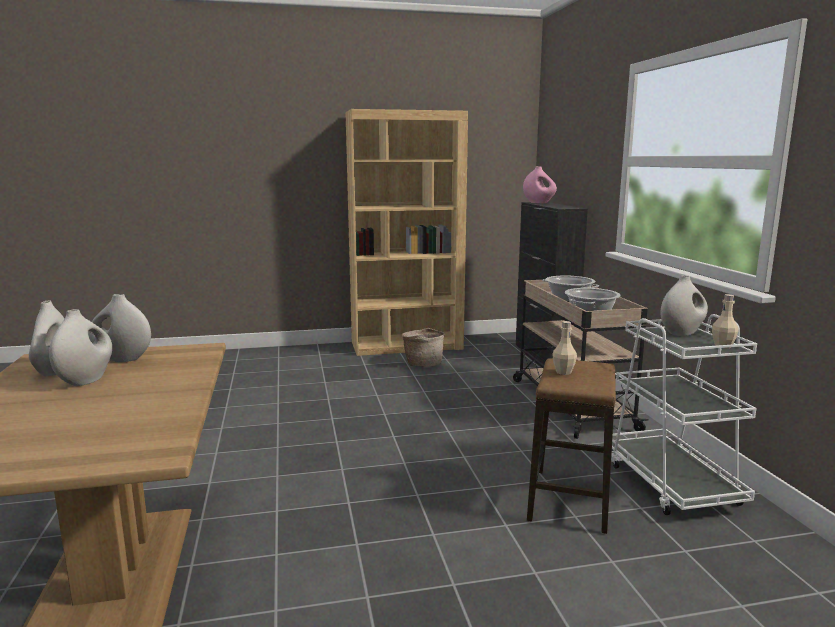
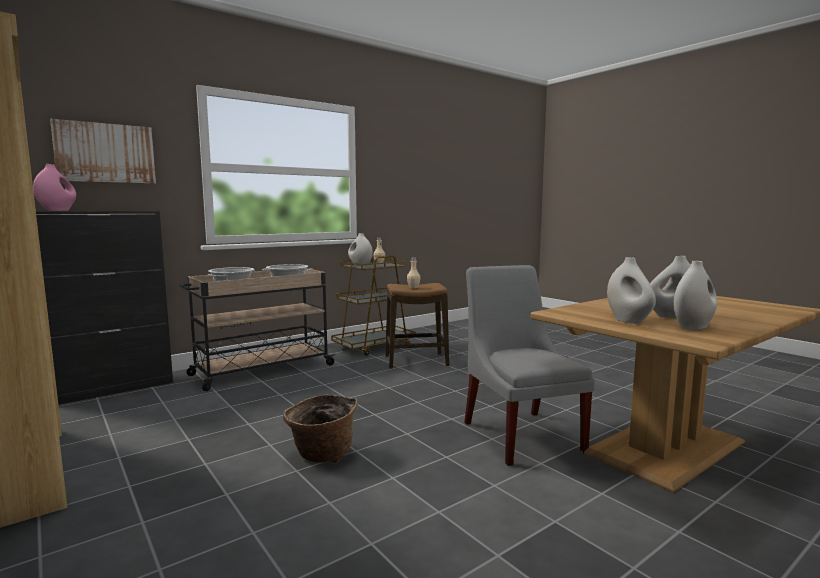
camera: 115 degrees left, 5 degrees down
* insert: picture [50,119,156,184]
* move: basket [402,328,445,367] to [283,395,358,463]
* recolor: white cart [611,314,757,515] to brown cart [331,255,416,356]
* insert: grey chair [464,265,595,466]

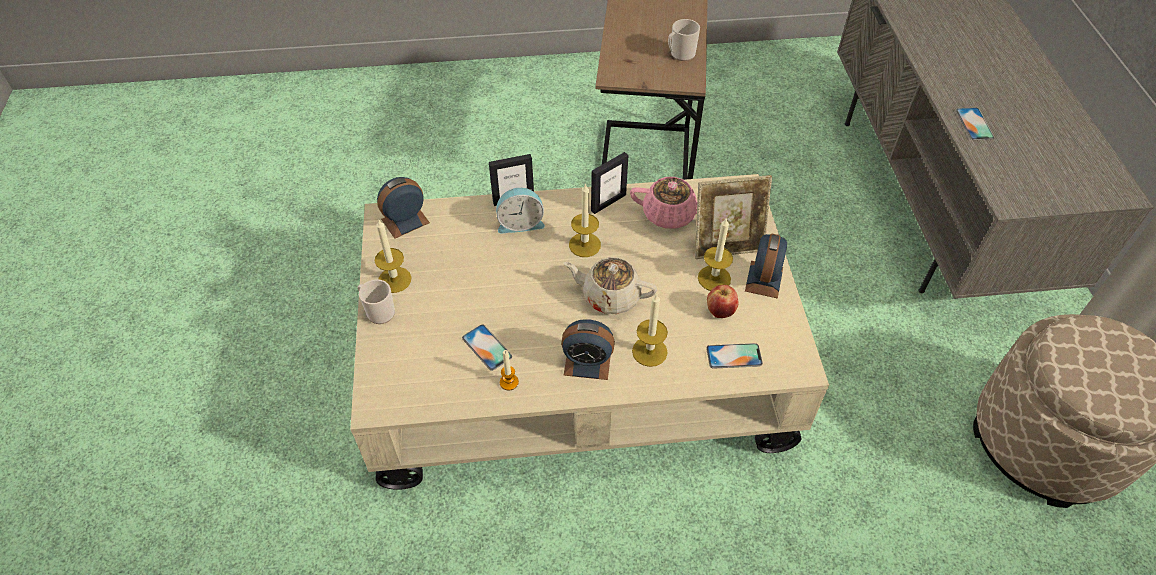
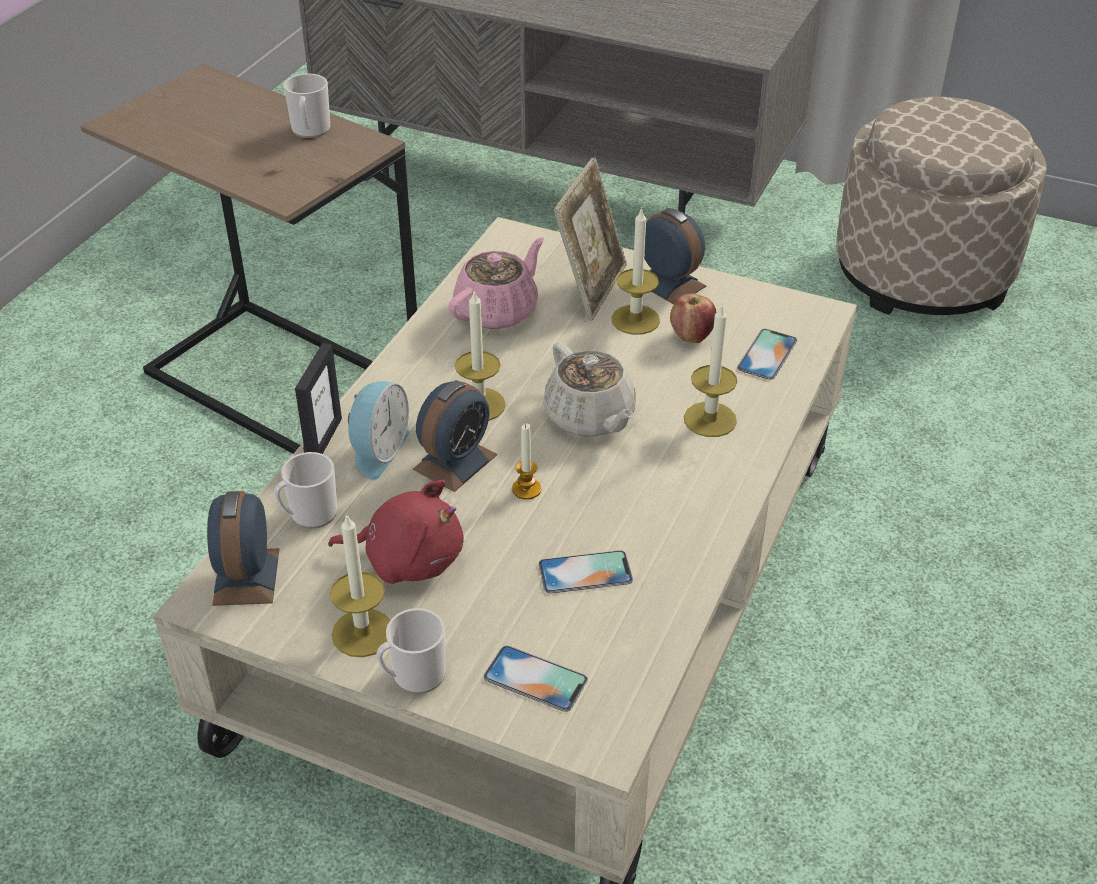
camera: 60 degrees left, 10 degrees down
* insert: mug [274,452,337,529]
* insert: red plush toy [328,480,464,584]
* move: alarm clock [561,319,615,380] to [413,380,497,492]
* move: phone [956,108,994,140] to [484,646,588,712]
* move: candle [500,350,519,391] to [512,423,541,500]
* rotate: beige teapot [563,257,657,314] = [543,342,636,437] 75 degrees counterclockwise
* delete: picture frame [591,152,628,214]

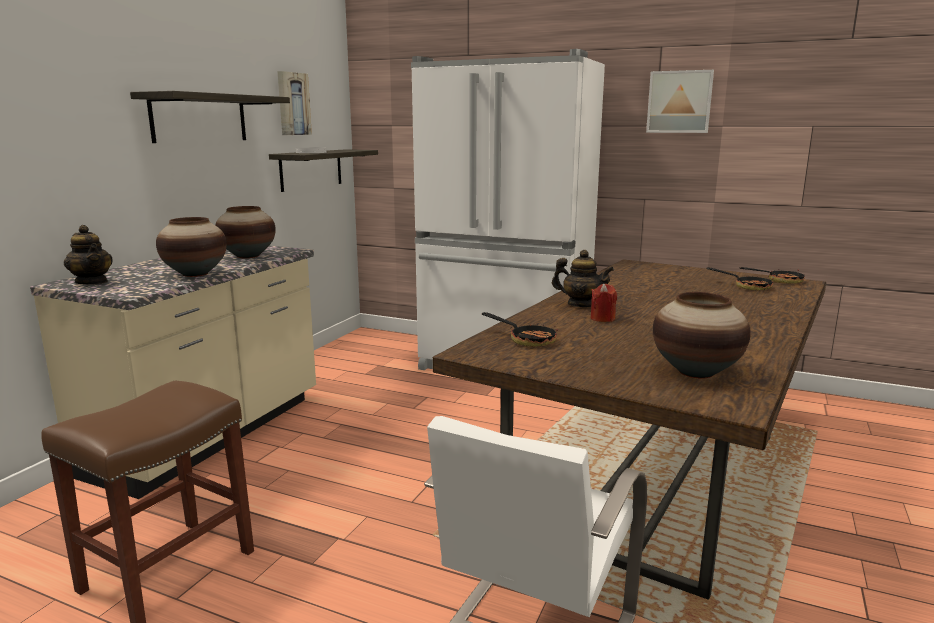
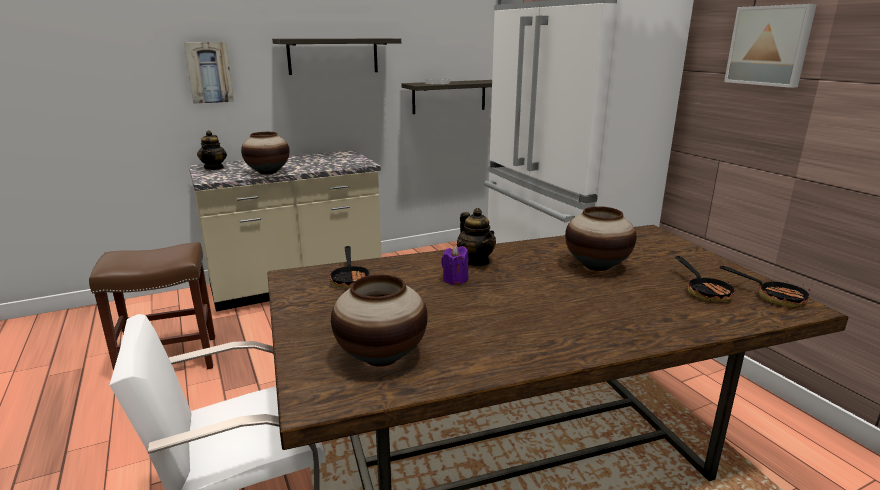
camera: 40 degrees right, 5 degrees up
* move: picture [277,71,312,135] to [184,42,234,104]
* recolor: red candle [591,283,617,322] to purple candle [441,246,469,285]
* move: vase [215,206,276,258] to [565,206,637,271]

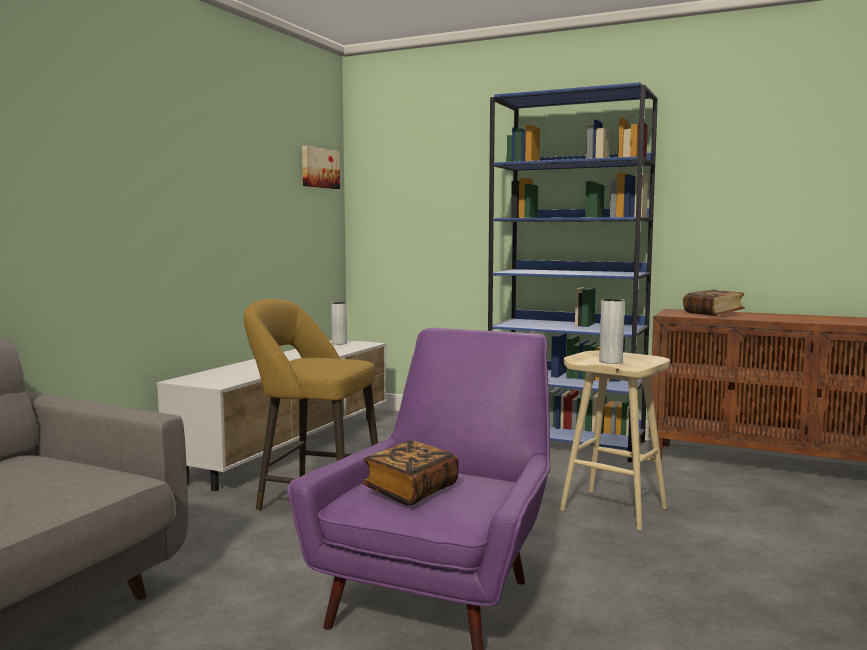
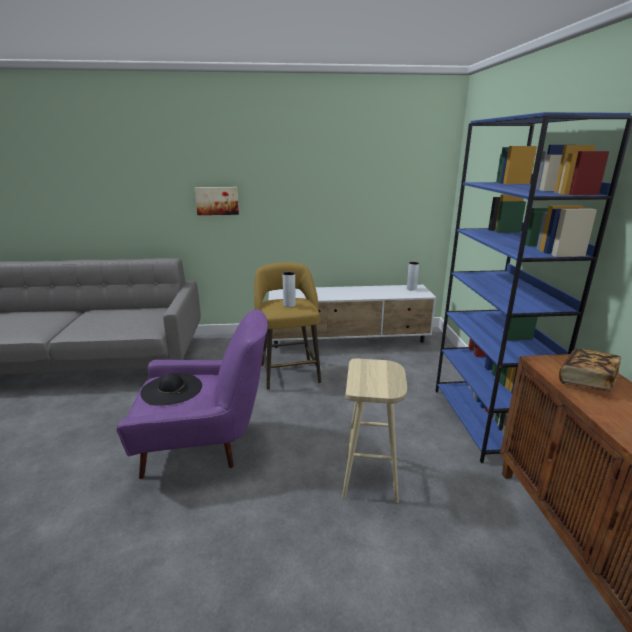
camera: 60 degrees right, 15 degrees up
* replace: book [362,441,459,505] to black hat [140,373,202,406]
* move: picture [302,146,340,189] to [195,187,239,215]
* move: grey vase [599,299,625,364] to [283,272,296,307]

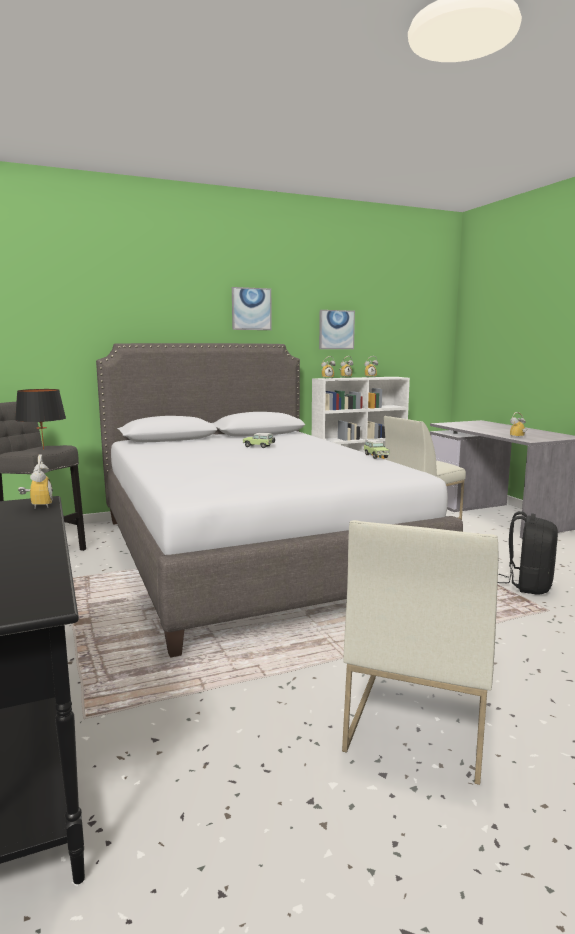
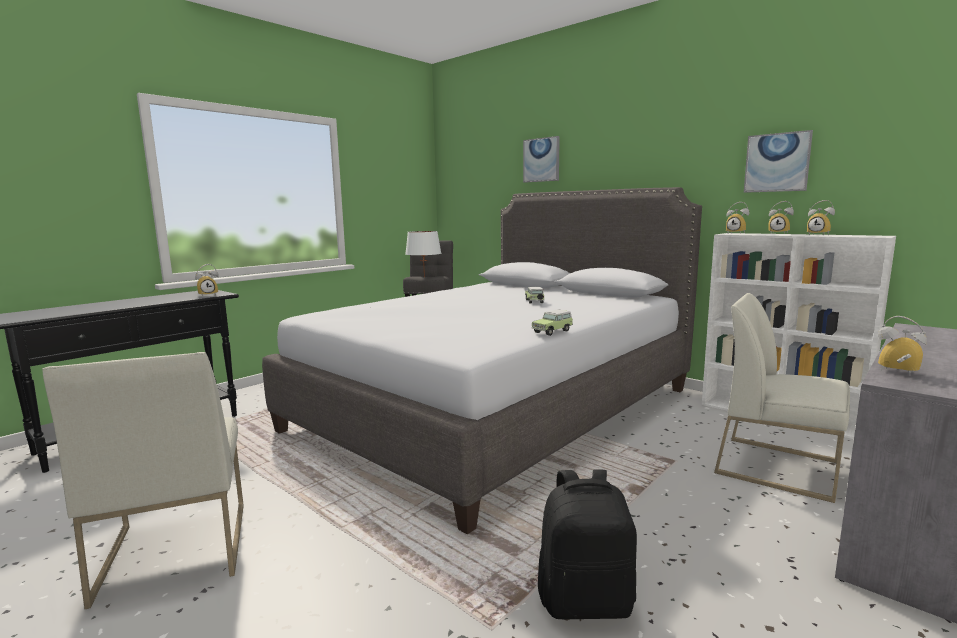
camera: 65 degrees right, 0 degrees up
* rotate: white chair [342,520,498,785] = [42,352,244,609] 105 degrees counterclockwise
* recolor: black table lamp [15,389,66,450] to white table lamp [406,231,441,277]
* move: picture [232,287,272,330] to [523,136,560,183]

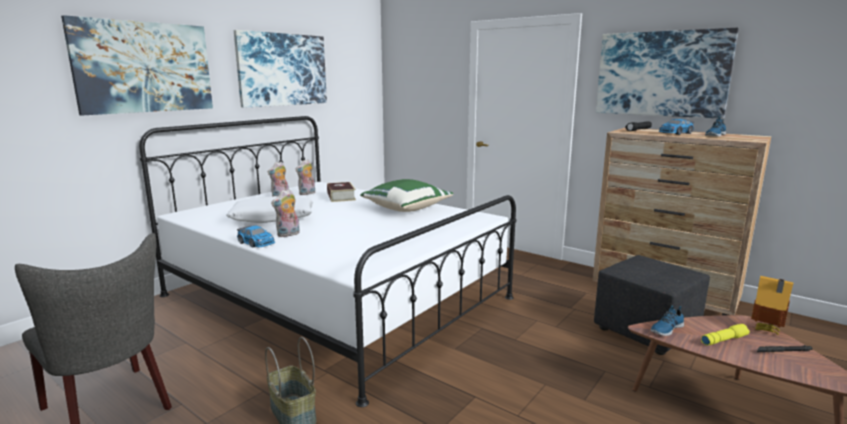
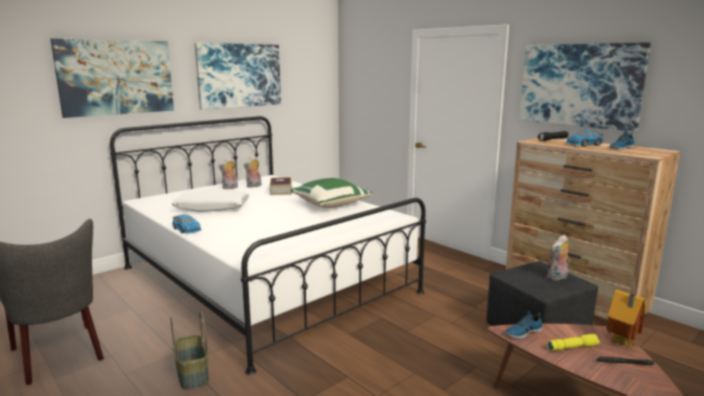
camera: 10 degrees right, 0 degrees up
* move: plush toy [271,189,300,237] to [547,234,570,280]

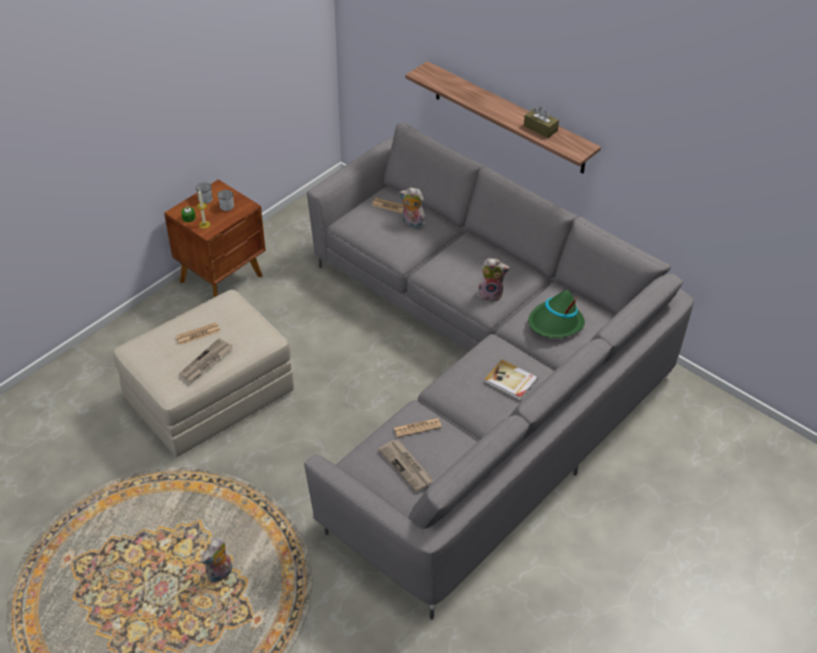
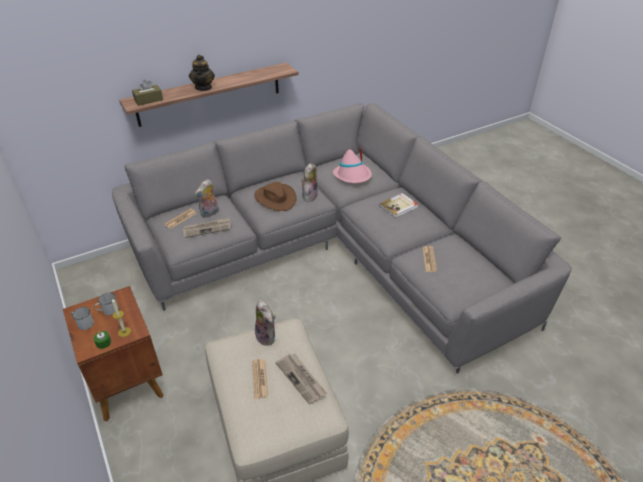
camera: 70 degrees left, 5 degrees down
* move: brown tissue box [524,107,559,138] to [132,80,163,106]
* move: newspaper [378,440,434,492] to [183,217,231,238]
* insert: teapot [189,55,215,91]
* insert: brown hat [254,182,297,211]
* move: plush toy [201,538,233,583] to [255,300,276,346]
* recolor: green hat [528,290,585,338] to pink hat [333,145,372,183]

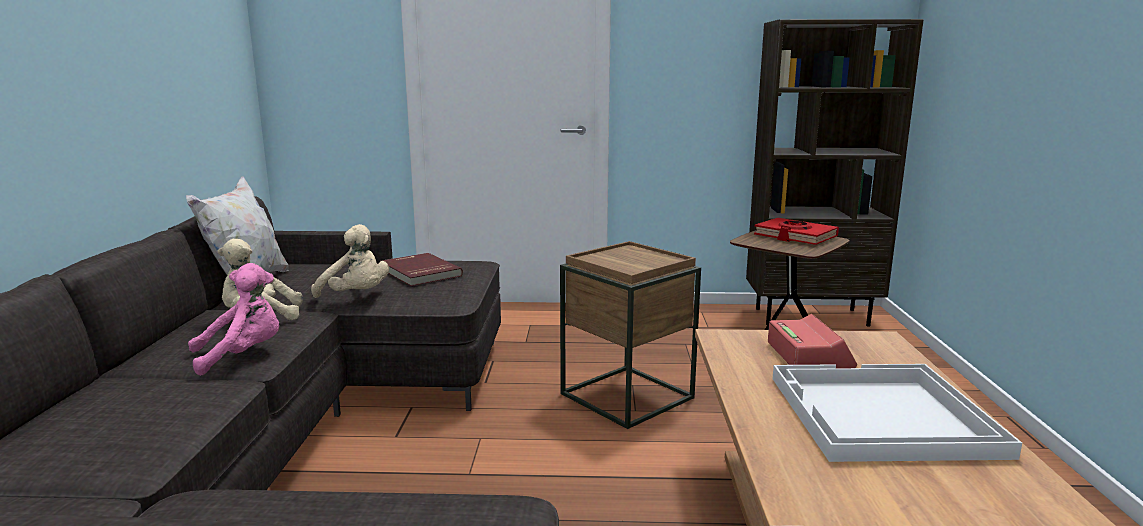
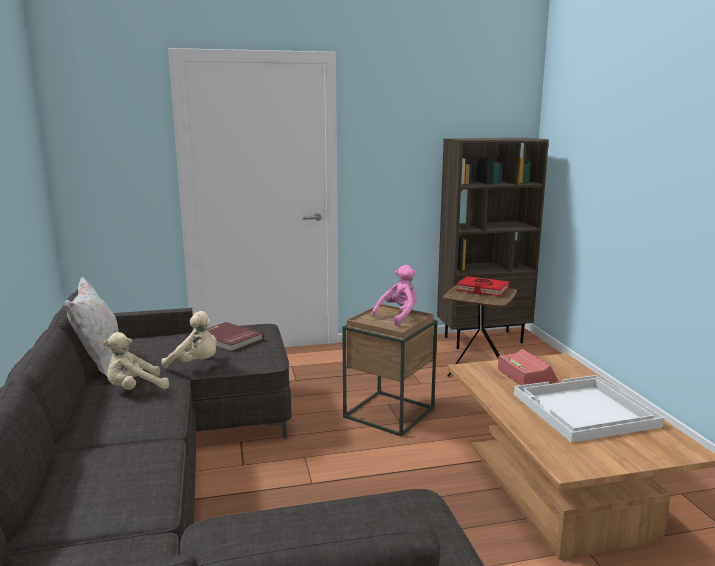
camera: 15 degrees left, 0 degrees up
* move: pink plush toy [188,263,279,376] to [371,265,417,326]

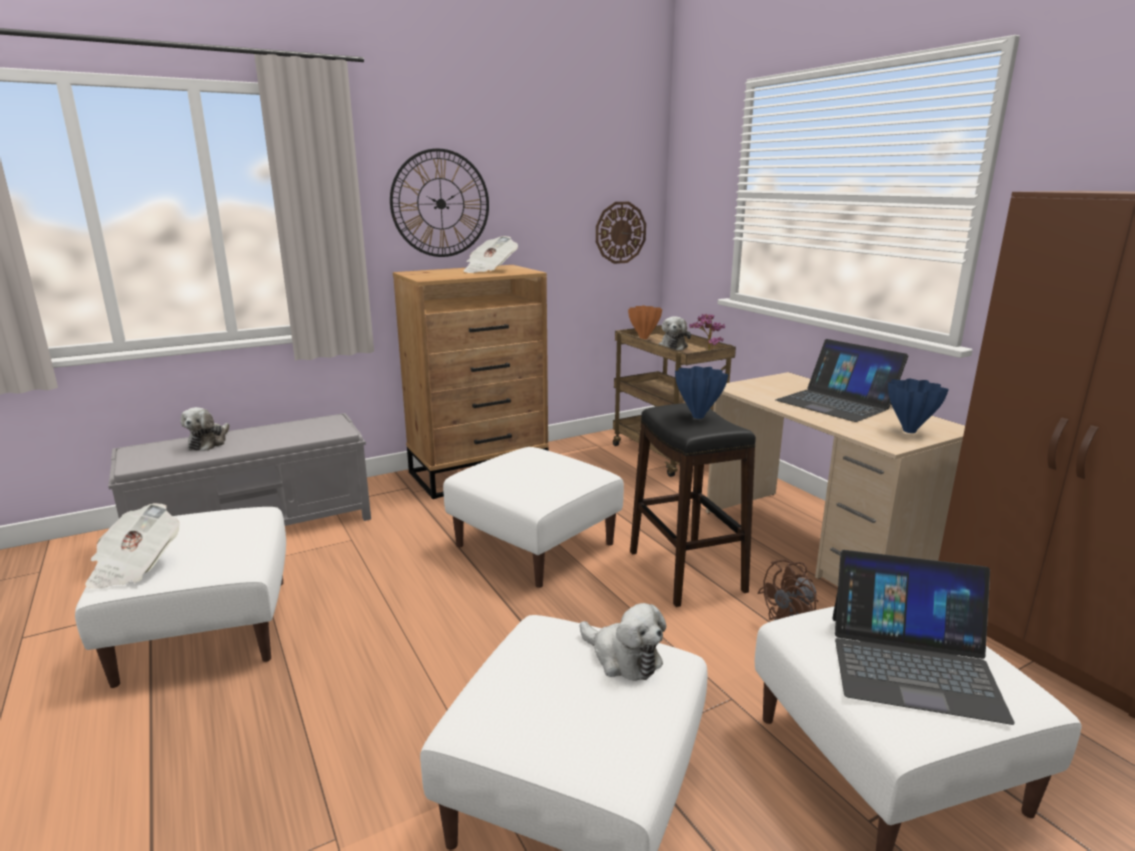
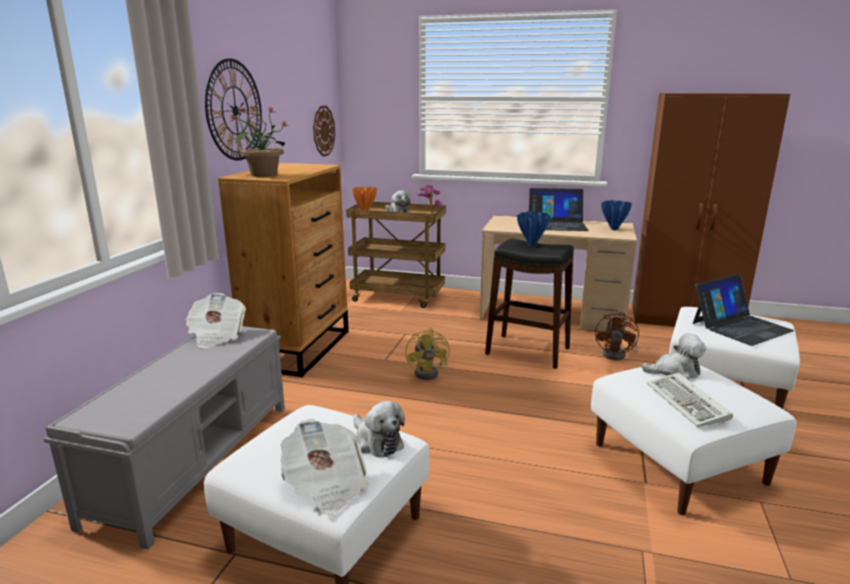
camera: 45 degrees left, 0 degrees up
* move: newspaper [463,236,518,273] to [185,293,246,348]
* insert: potted plant [229,105,289,177]
* move: plush toy [181,407,230,451] to [353,401,405,457]
* replace: white ottoman [443,447,624,588] to yellow fan [405,328,450,380]
* insert: keyboard [647,372,733,427]

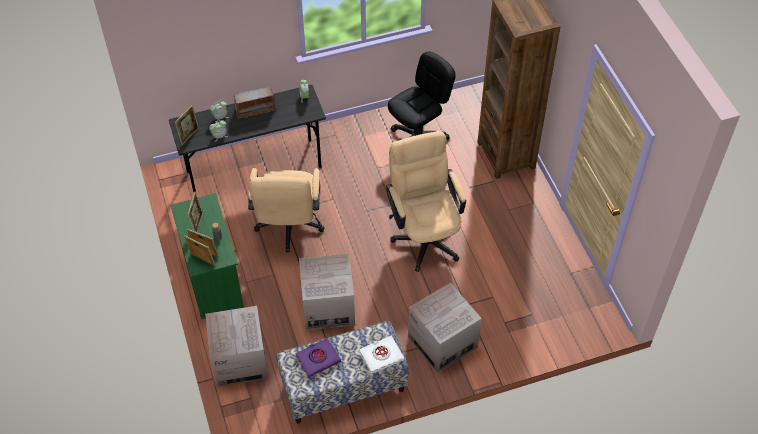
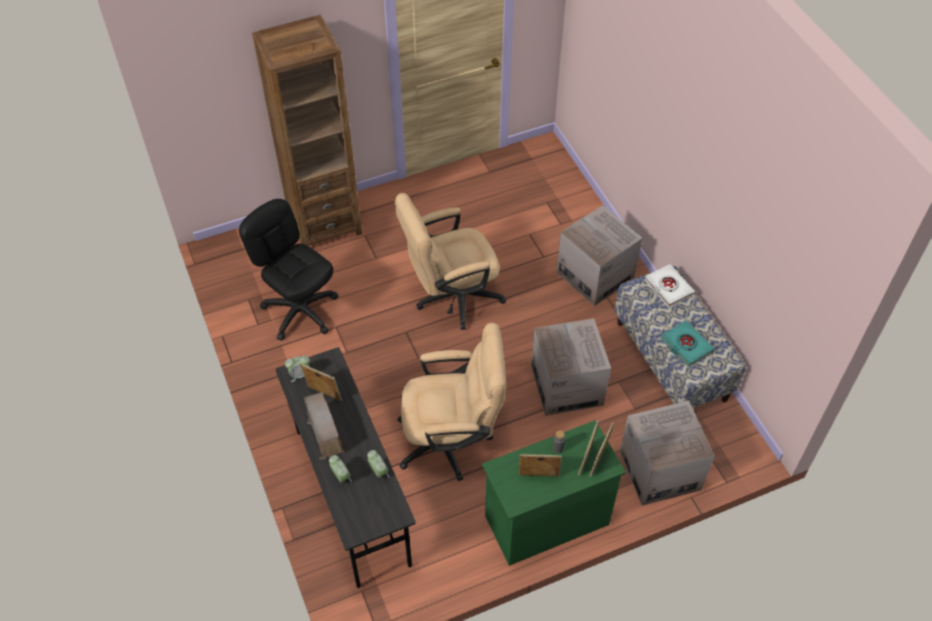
camera: 95 degrees left, 0 degrees up
* move: picture frame [175,105,199,145] to [300,364,342,401]
* recolor: purple book [296,338,341,377] to turquoise book [661,320,714,367]

